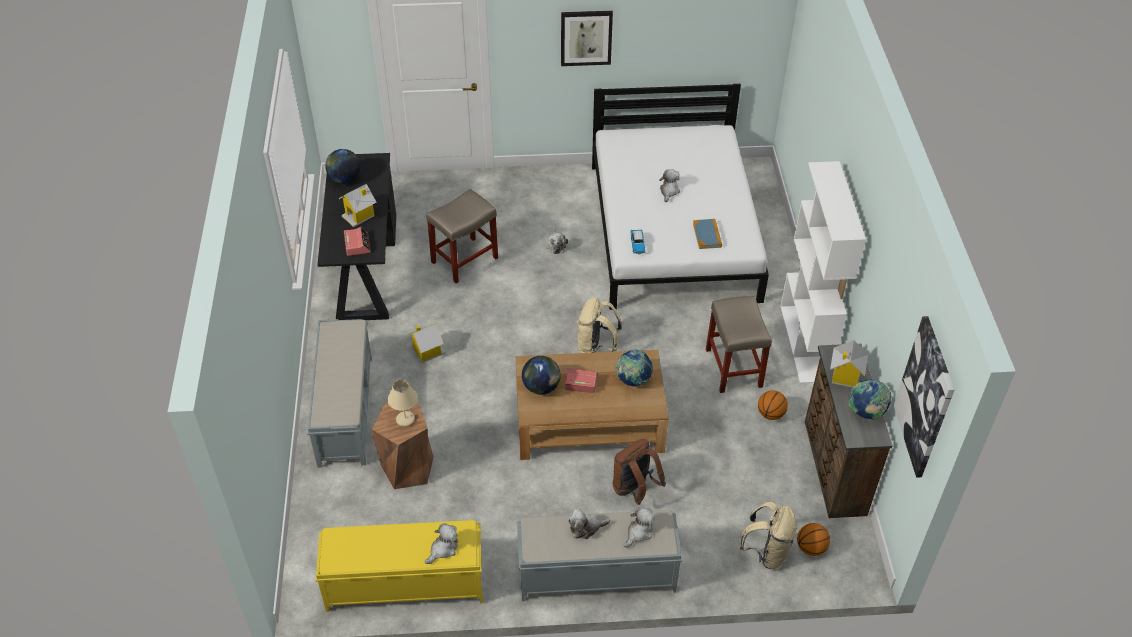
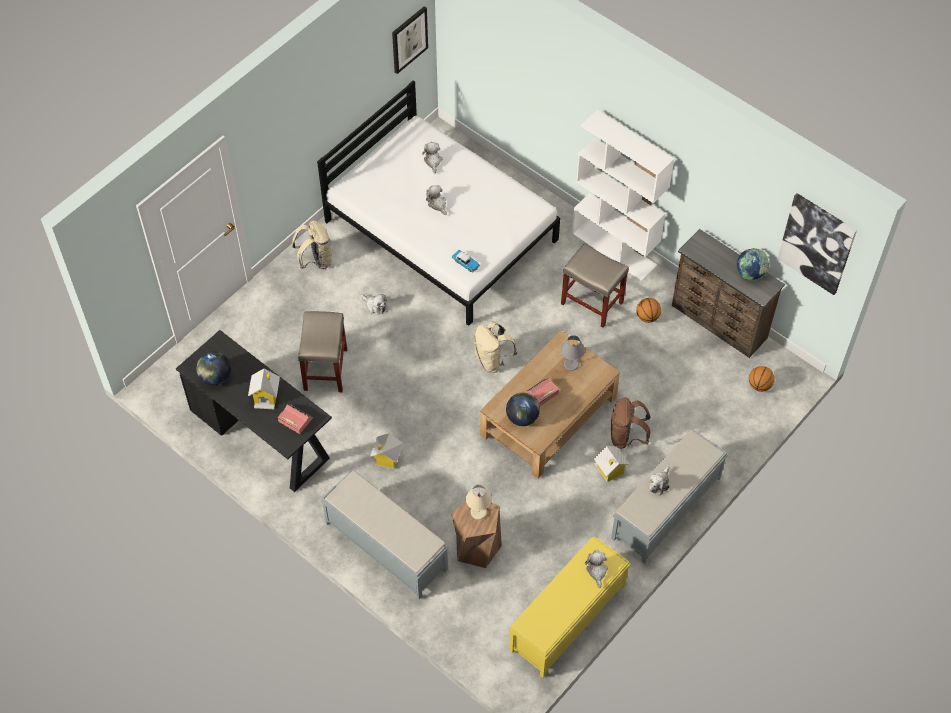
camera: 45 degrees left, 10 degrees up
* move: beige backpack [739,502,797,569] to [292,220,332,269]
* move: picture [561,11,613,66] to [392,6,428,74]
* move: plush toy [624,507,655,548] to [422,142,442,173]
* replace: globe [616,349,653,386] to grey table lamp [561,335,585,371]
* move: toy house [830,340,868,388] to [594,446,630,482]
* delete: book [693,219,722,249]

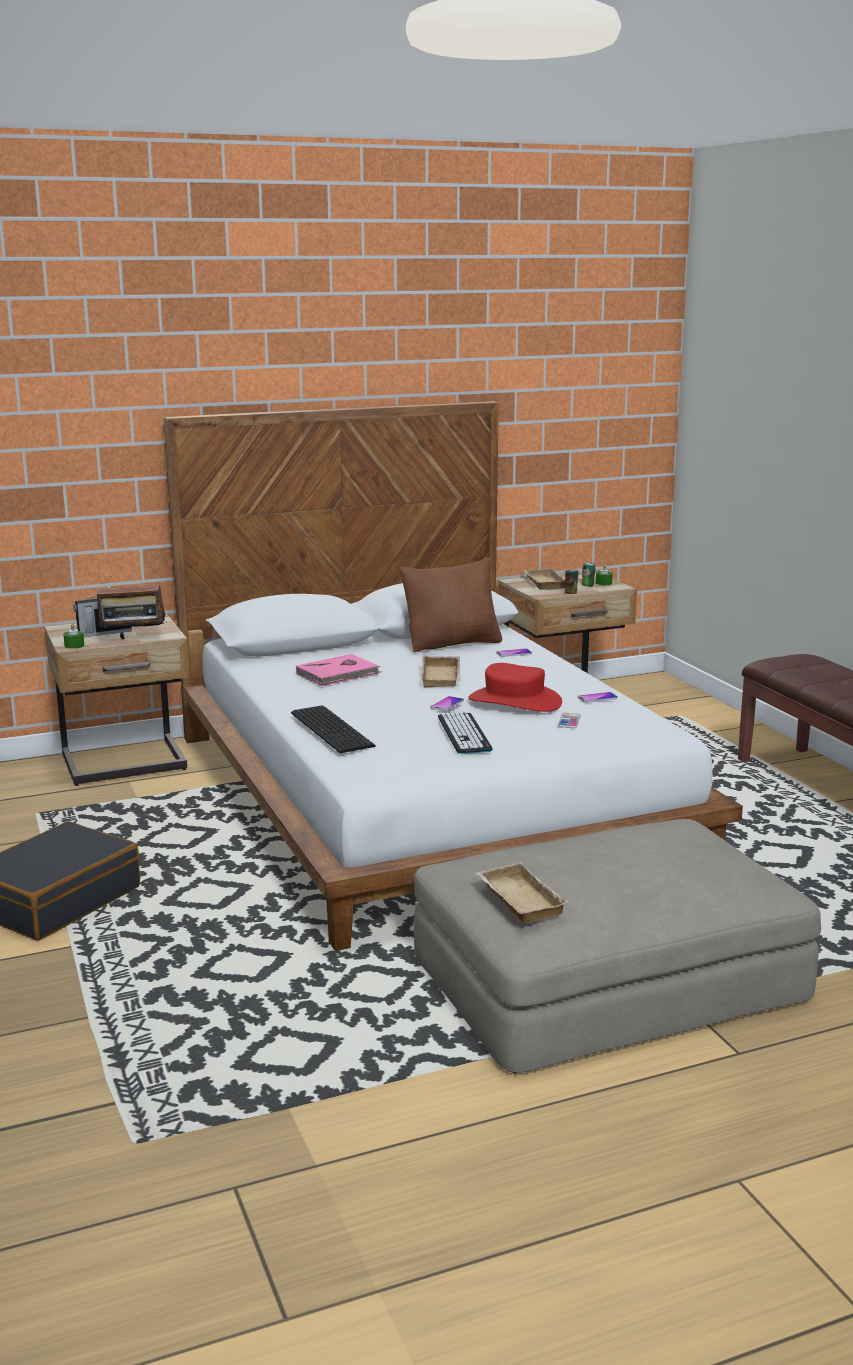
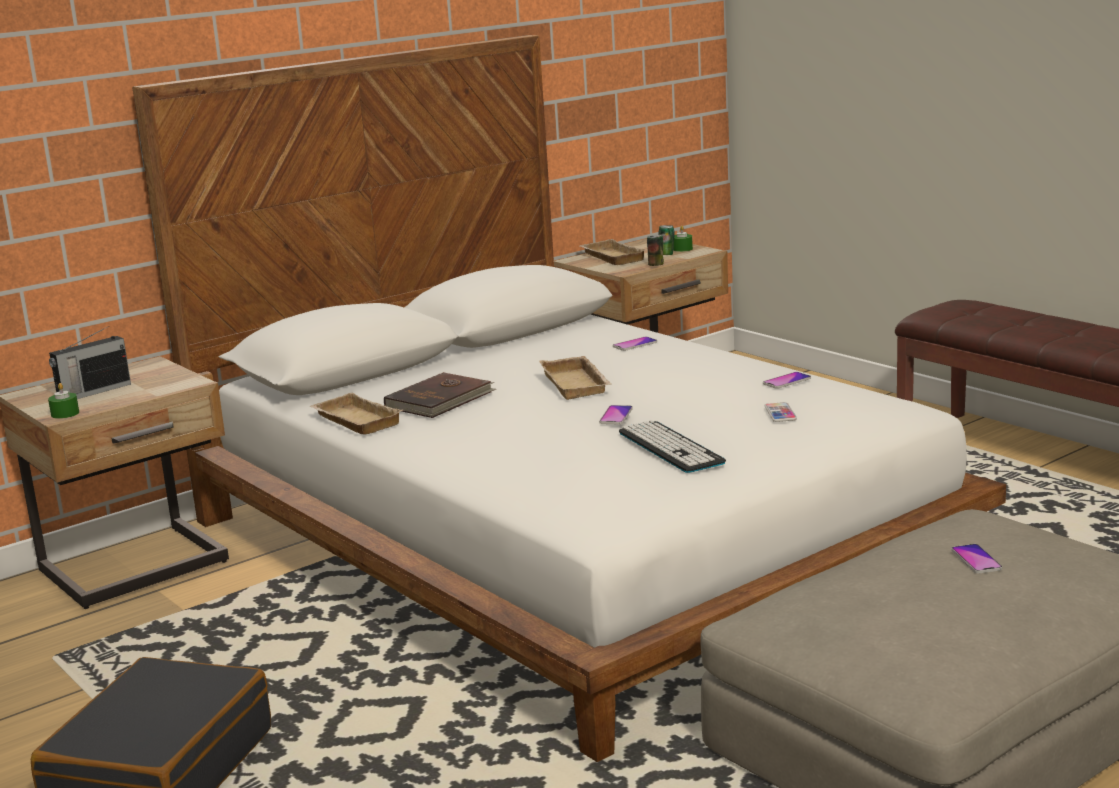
camera: 15 degrees left, 0 degrees up
* move: beige tray [476,862,569,923] to [309,393,403,435]
* recolor: pink book [296,654,381,686] to brown book [384,372,496,418]
* insert: phone [951,544,1002,573]
* delete: radio [97,576,167,639]
* delete: keyboard [291,705,376,753]
* delete: brown pillow [400,557,502,652]
* delete: red hat [468,663,562,712]

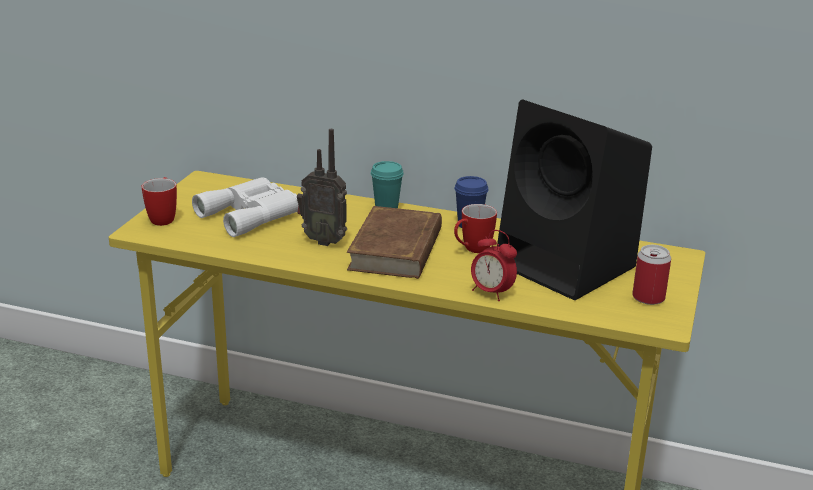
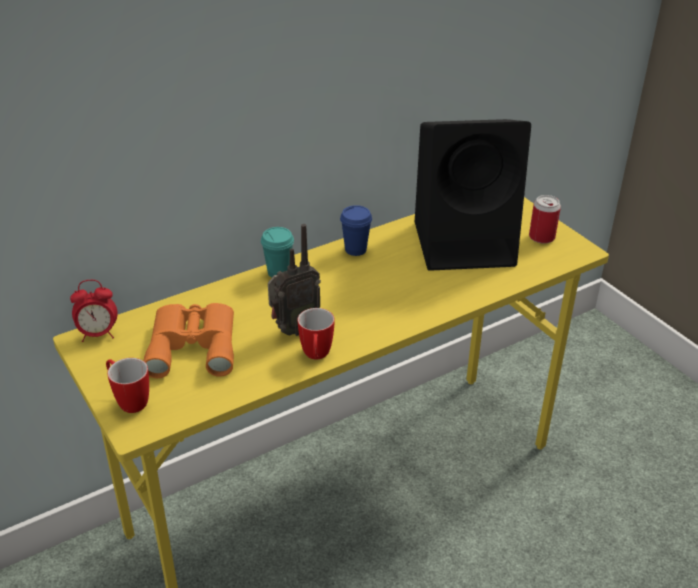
camera: 50 degrees left, 10 degrees up
* move: alarm clock [471,230,517,301] to [70,280,118,342]
* recolor: white binoculars [192,177,298,237] to orange binoculars [143,303,234,378]
* move: mug [454,204,497,253] to [298,308,335,359]
* delete: brown book [347,206,442,279]

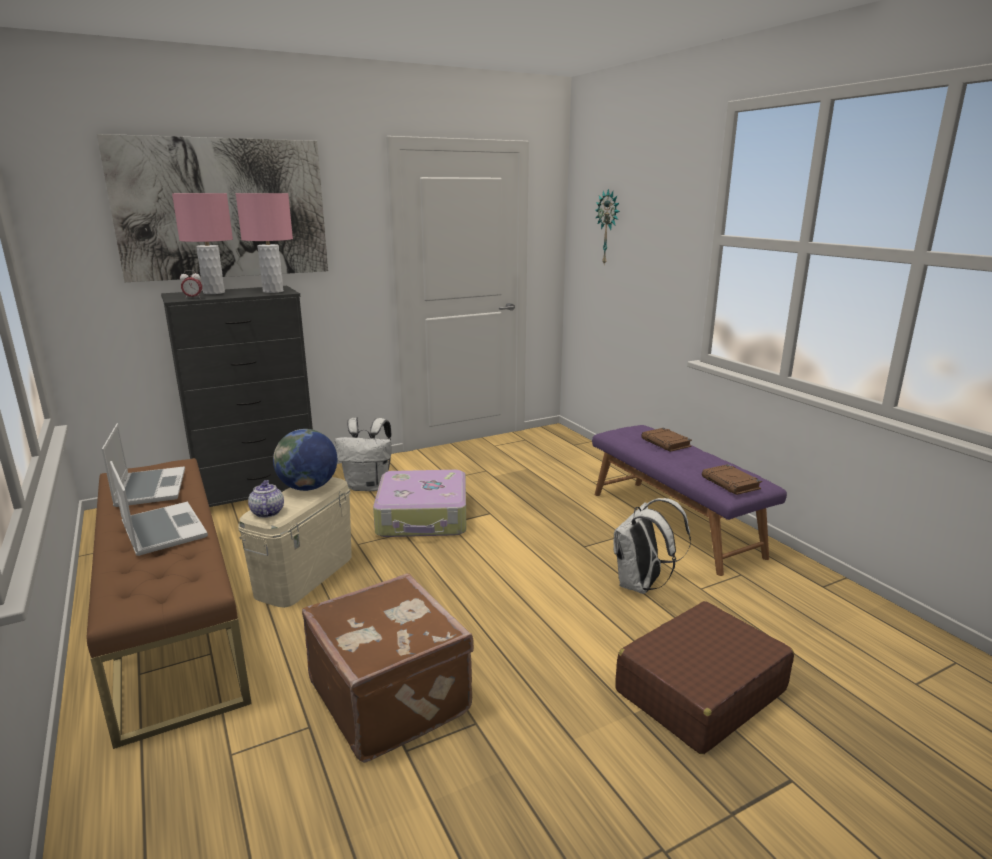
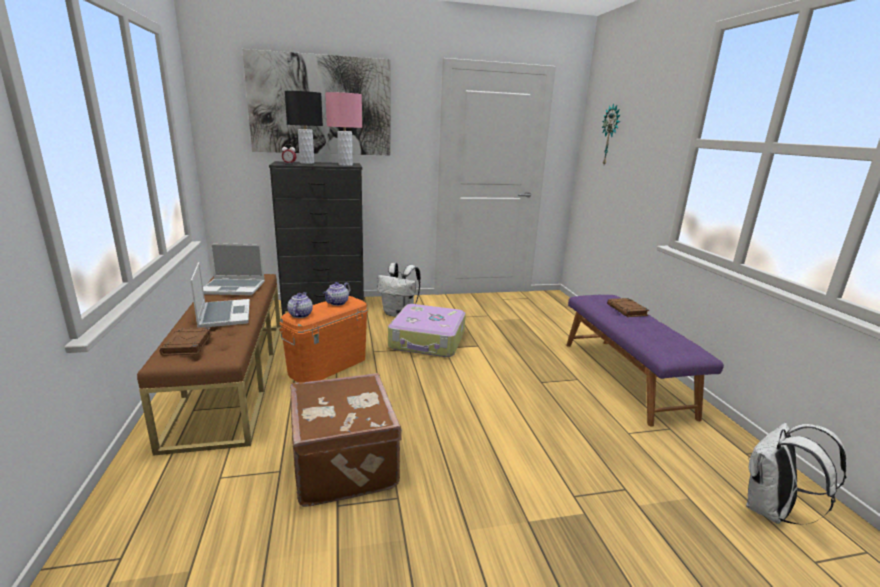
camera: 15 degrees right, 0 degrees up
* move: brown book [702,464,762,495] to [159,327,212,356]
* rotate: laptop [101,423,185,507] = [203,243,265,295] 90 degrees clockwise
* recolor: beige storage box [238,477,352,608] to orange storage box [279,296,368,382]
* recolor: pink table lamp [172,193,233,294] to black table lamp [285,91,323,164]
* replace: globe [273,429,337,491] to teapot [323,282,351,306]
* move: white backpack [614,498,691,594] to [746,423,847,525]
* delete: brown suitcase [616,601,794,754]

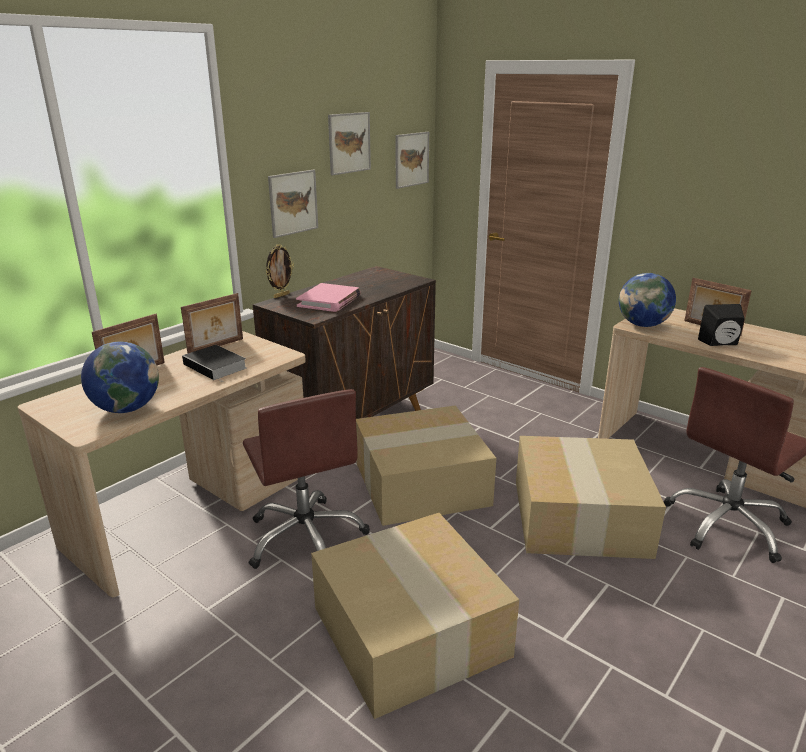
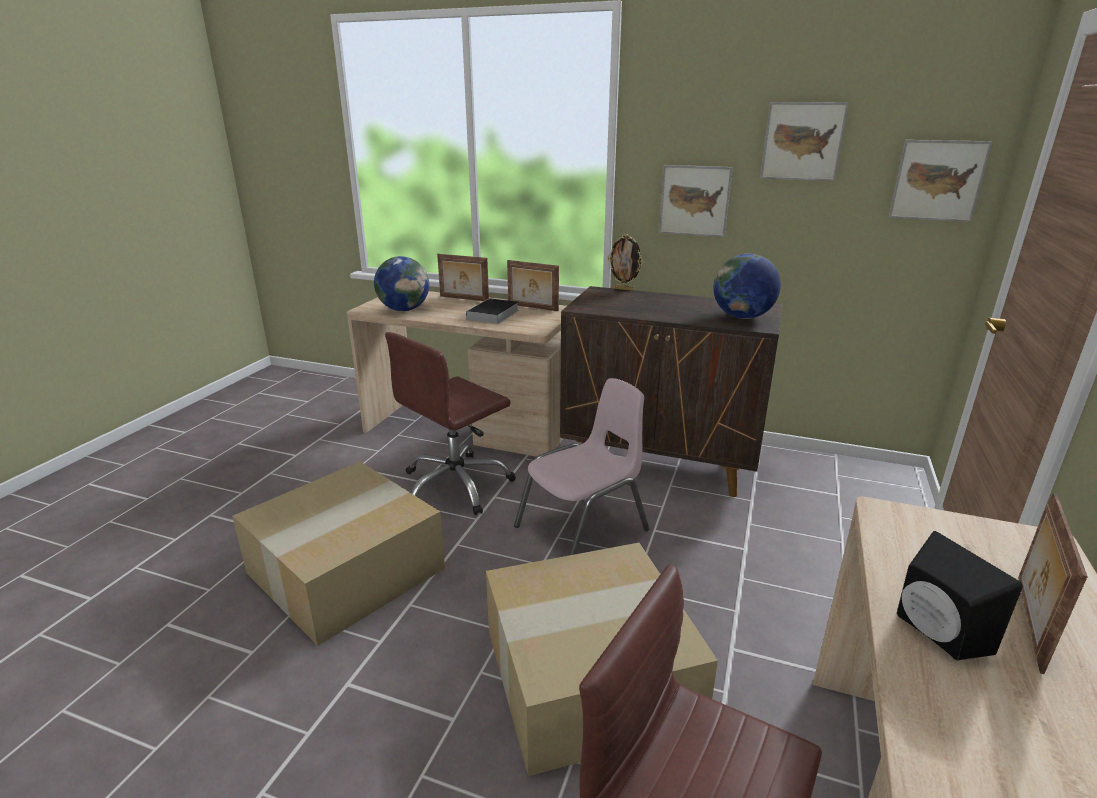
camera: 70 degrees right, 0 degrees up
* replace: cardboard box [356,405,496,526] to pink chair [514,378,649,555]
* move: globe [619,273,676,327] to [713,254,781,319]
* delete: pink book [296,283,361,312]

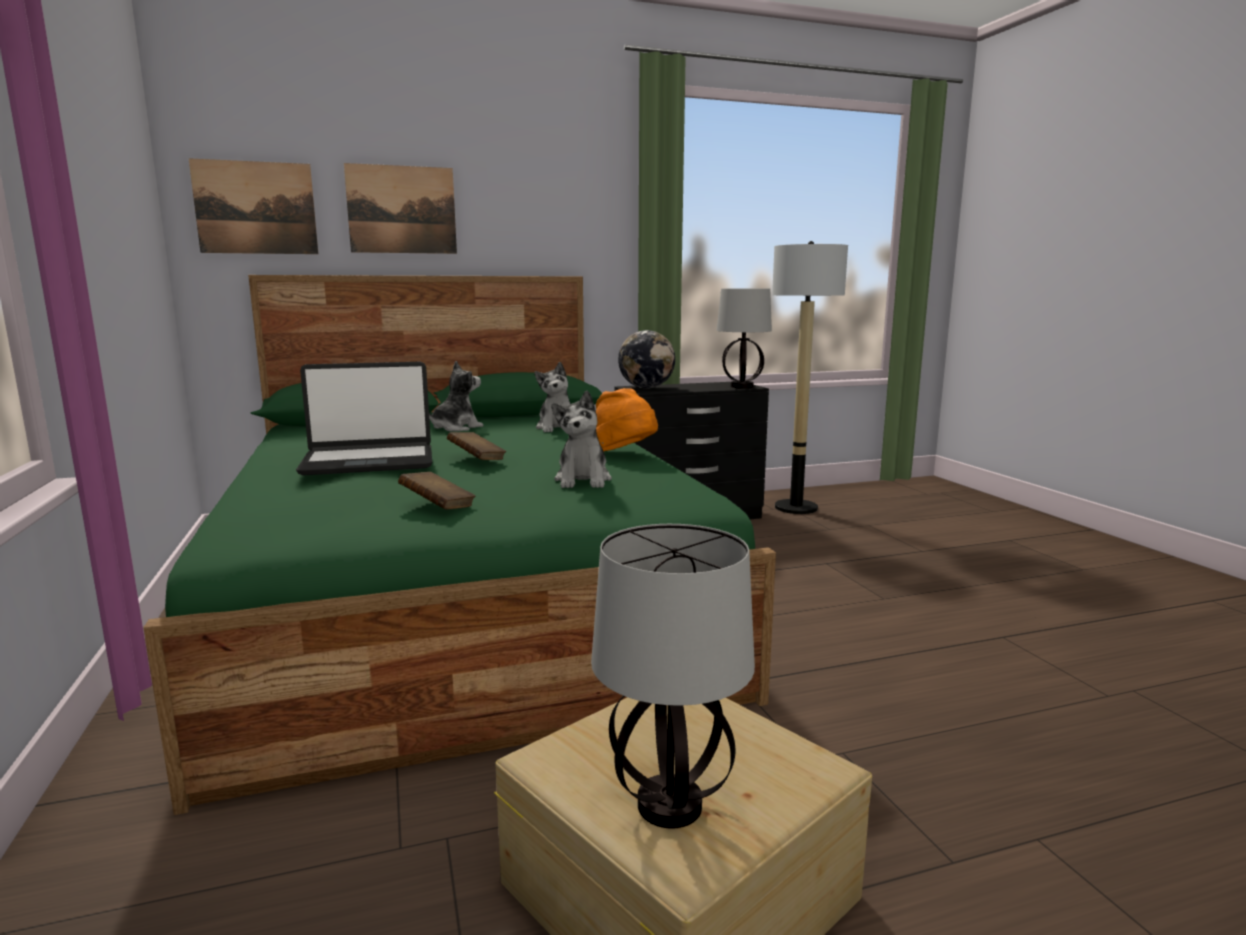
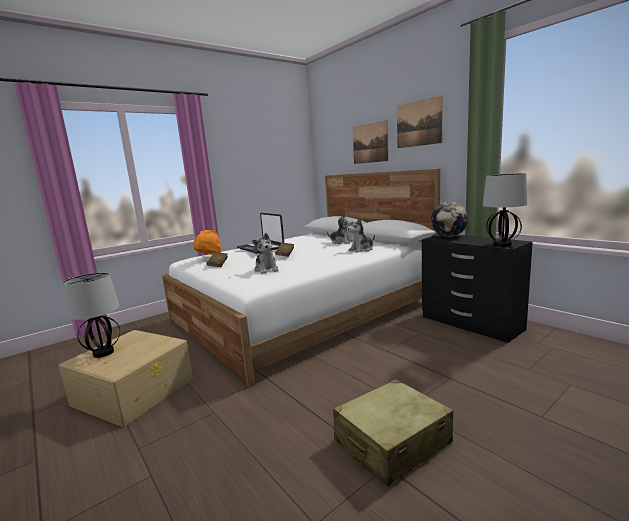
camera: 70 degrees right, 0 degrees up
* recolor: green bed [143,275,776,815] to white bed [162,169,440,388]
* move: orange hat [596,388,658,451] to [193,230,222,255]
* rotate: plush toy [551,391,612,488] = [252,233,279,274] 90 degrees counterclockwise
* insert: beige suitcase [333,379,453,487]
* move: picture [189,158,318,254] to [397,96,443,148]
* delete: floor lamp [772,241,848,514]

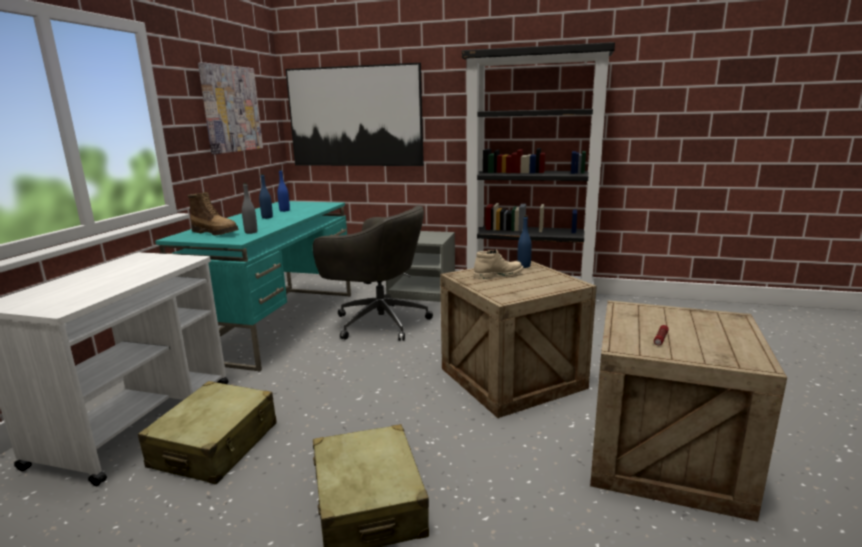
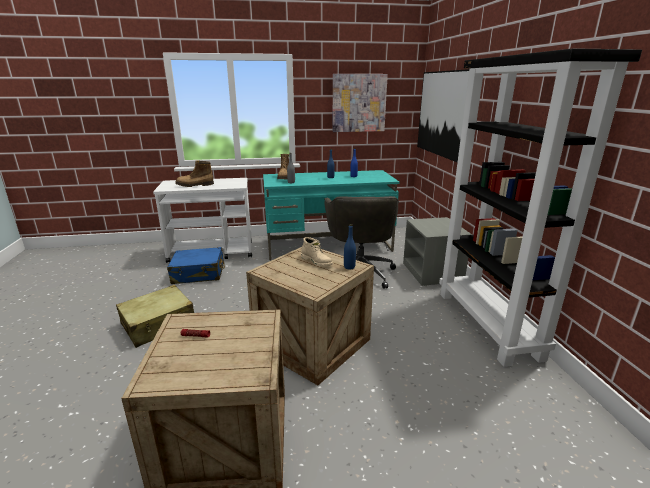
camera: 65 degrees right, 5 degrees up
* recolor: beige suitcase [138,381,277,484] to blue suitcase [167,247,225,284]
* insert: boot [175,160,214,187]

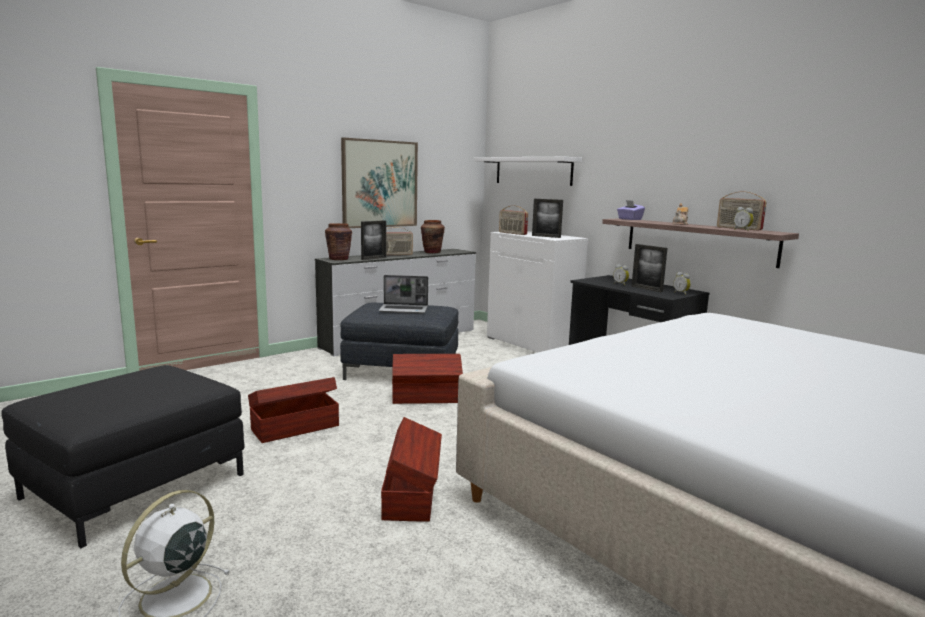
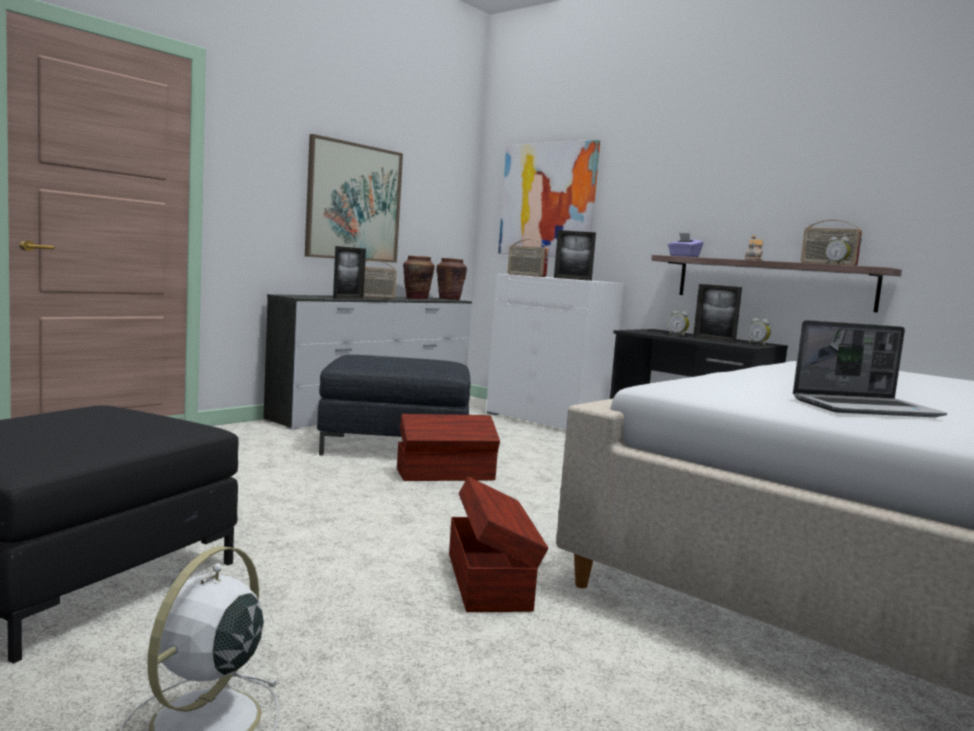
camera: 10 degrees left, 5 degrees down
* move: brown vase [325,223,352,260] to [437,258,467,300]
* replace: white shelf [474,157,582,186] to picture [498,140,600,257]
* move: laptop [378,275,428,314] to [793,320,947,417]
* delete: brown storage box [248,377,339,443]

